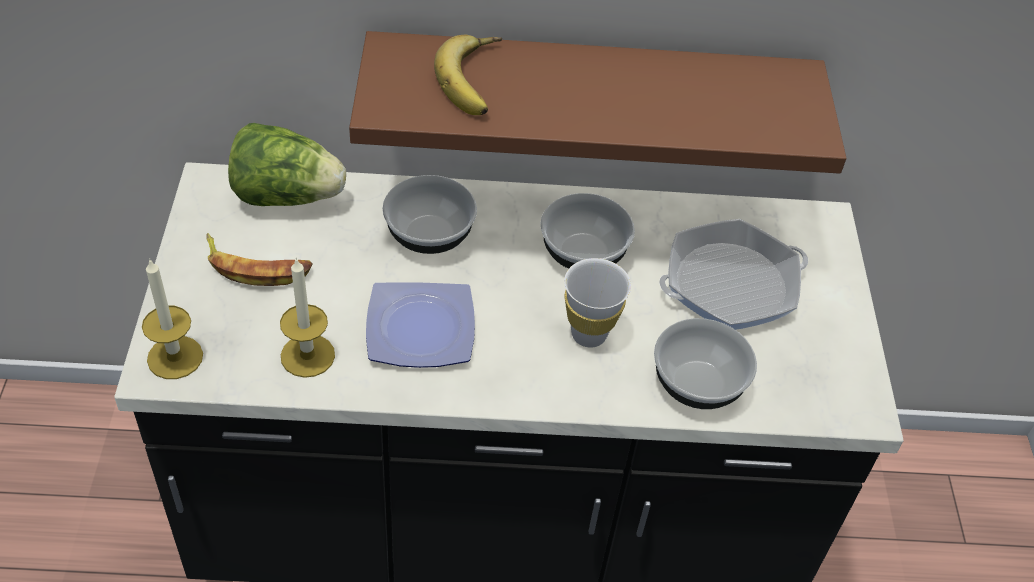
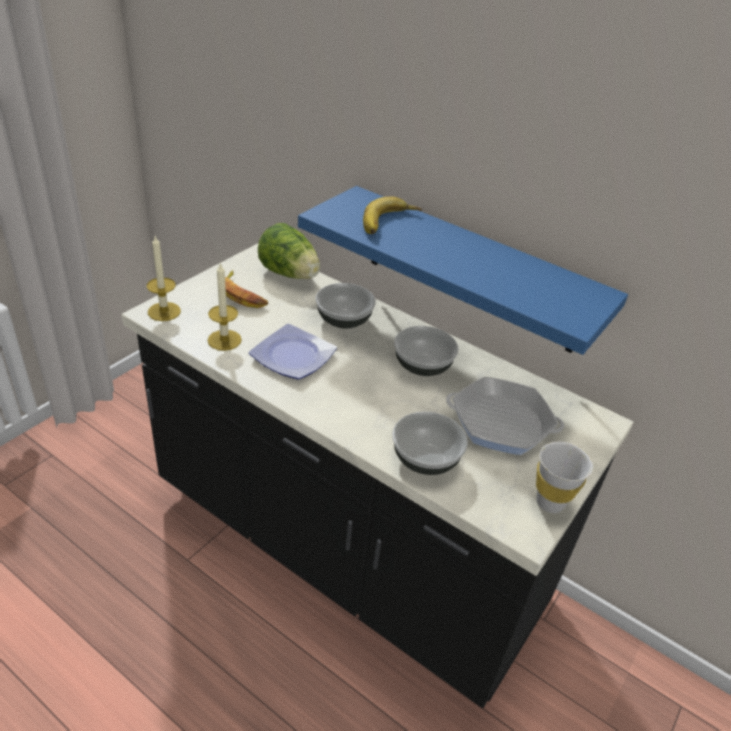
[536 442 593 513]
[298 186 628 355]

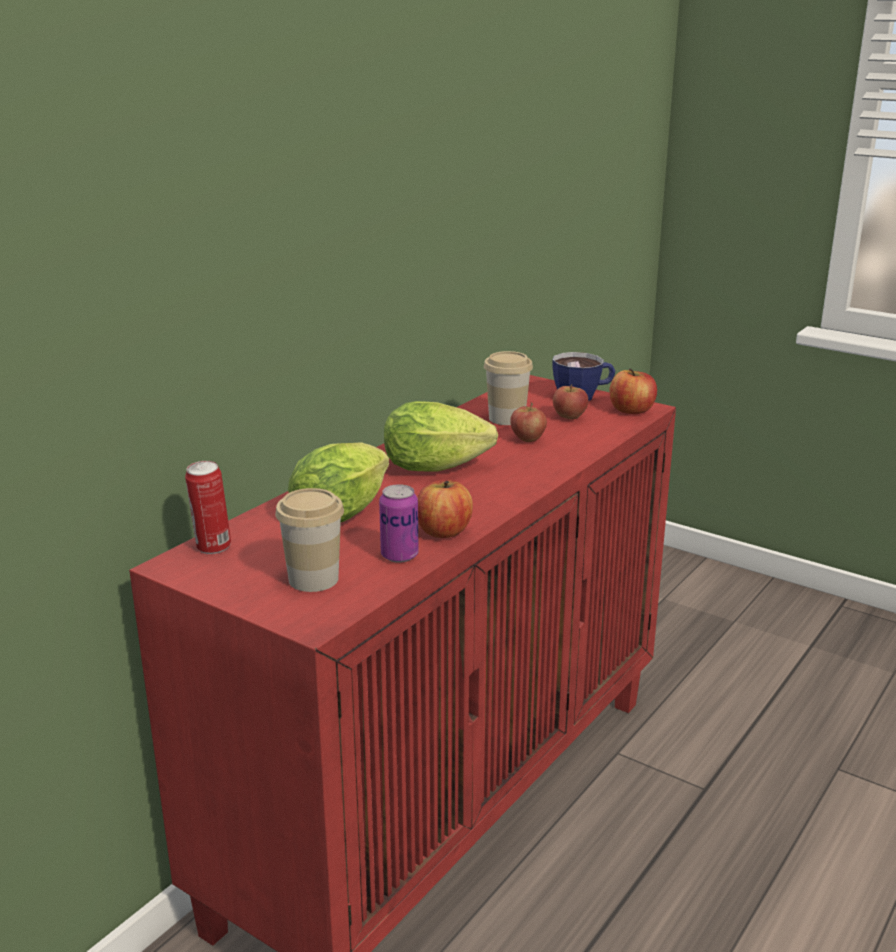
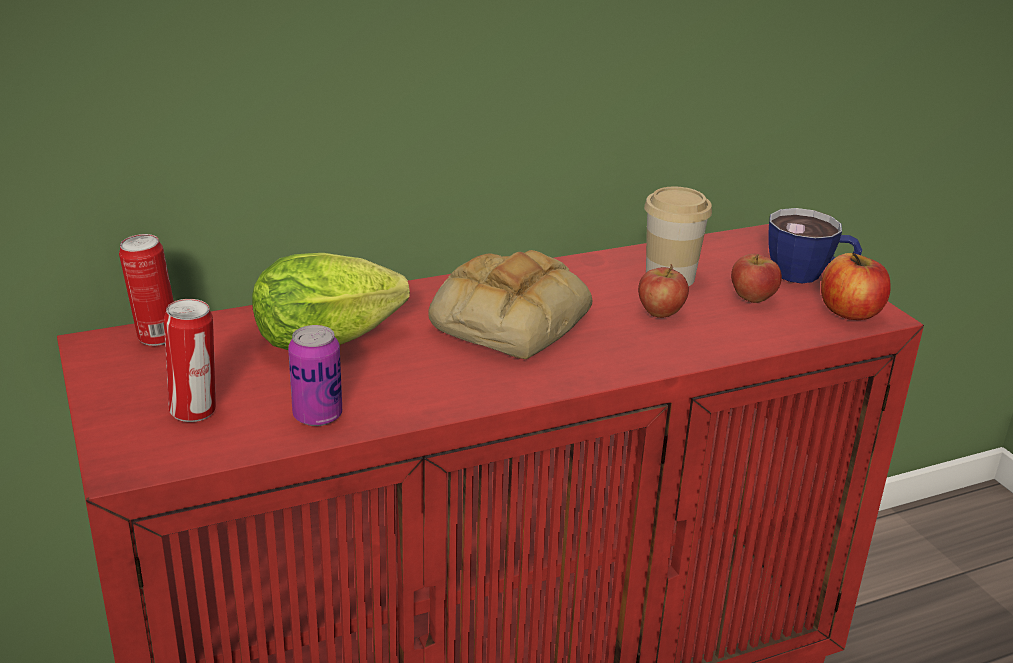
[417 479 473 538] (first image)
[164 299 216 422]
[428 250 593 359]

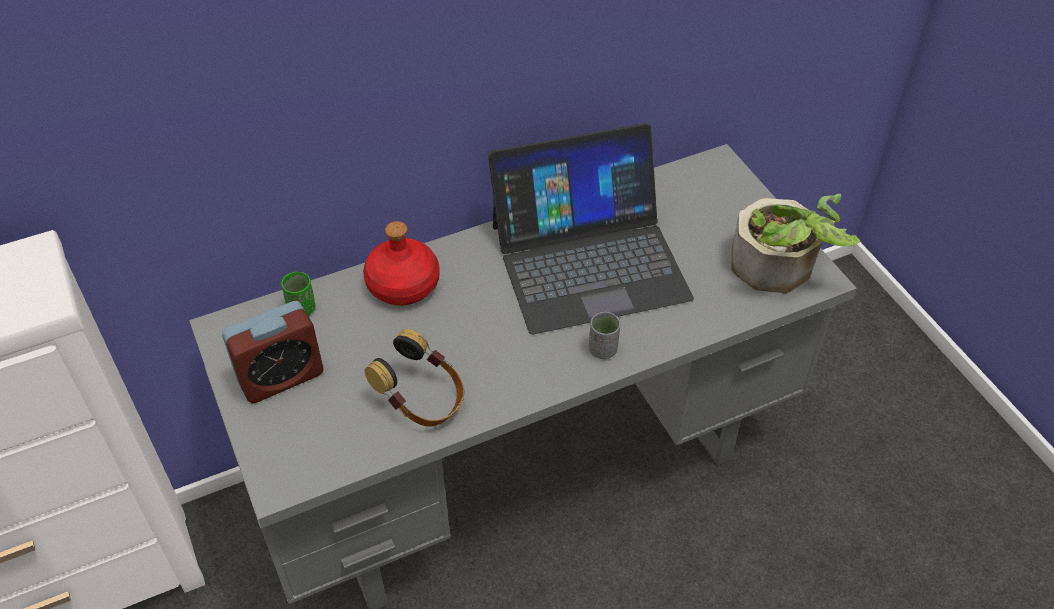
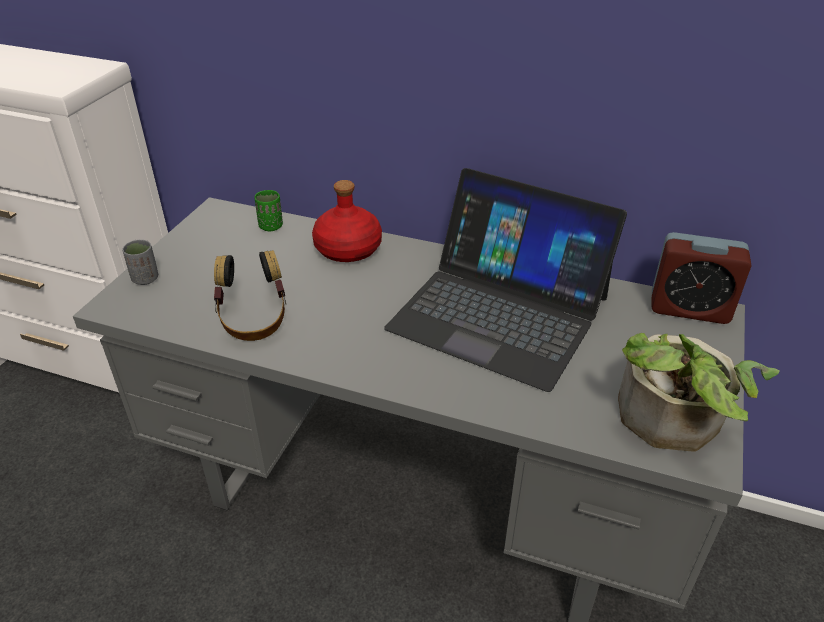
[651 232 752 324]
[122 240 158 285]

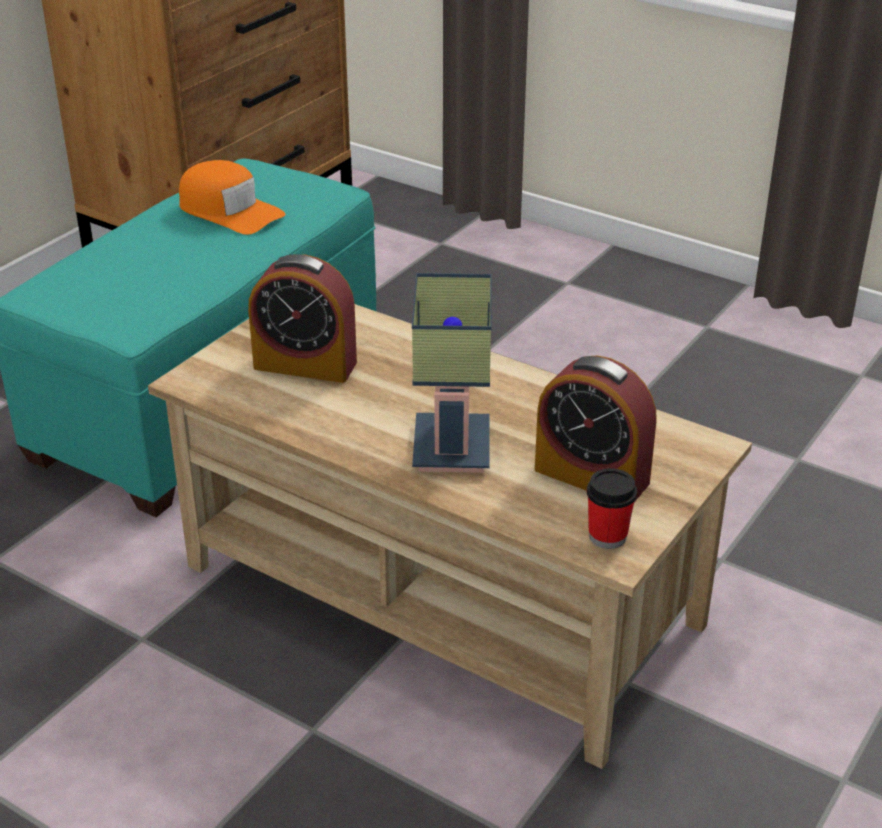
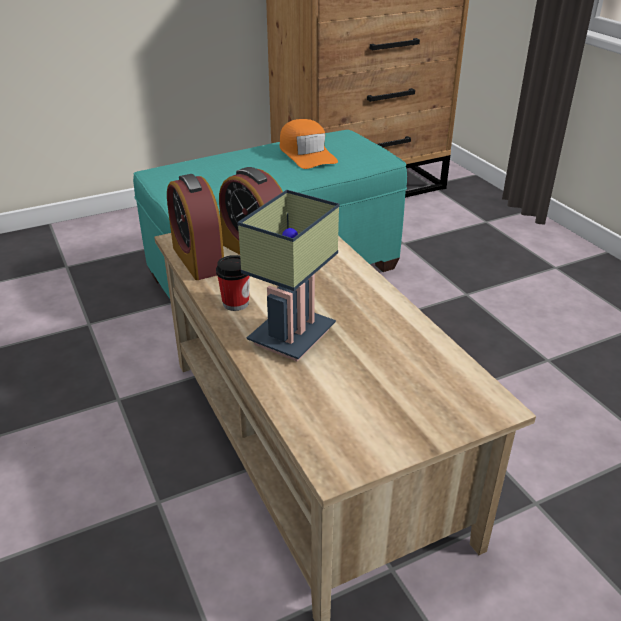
[167 174 224 280]
[216 255 250 311]

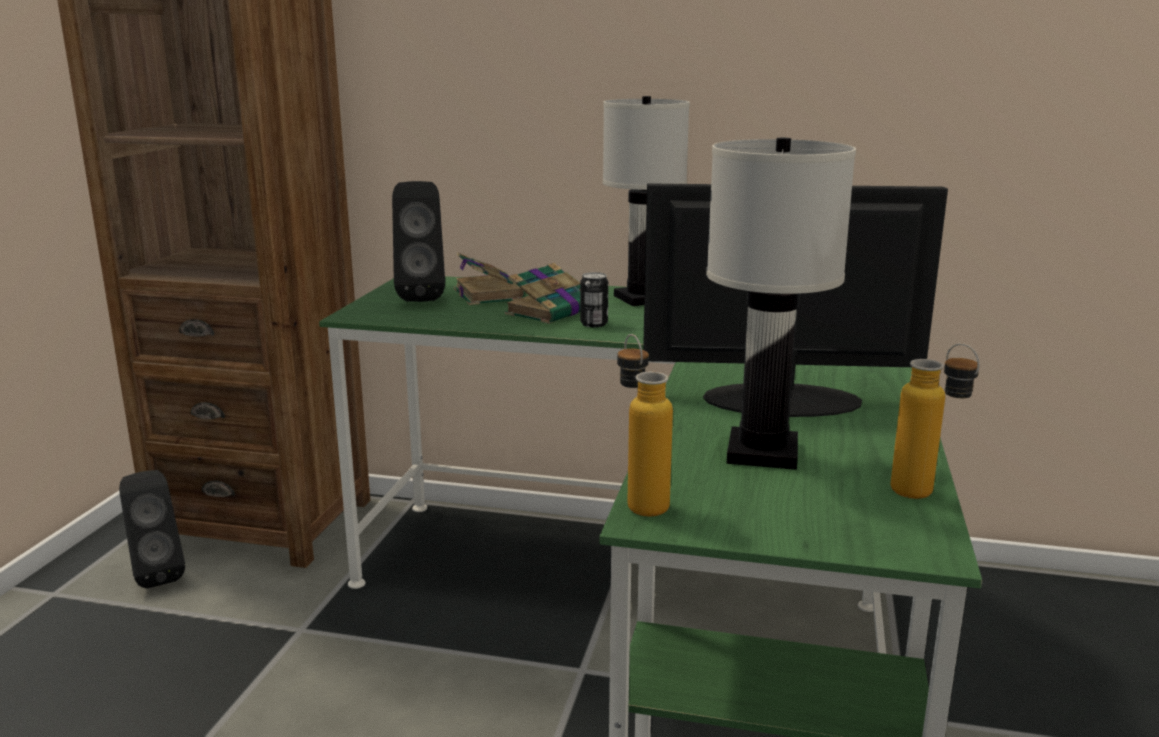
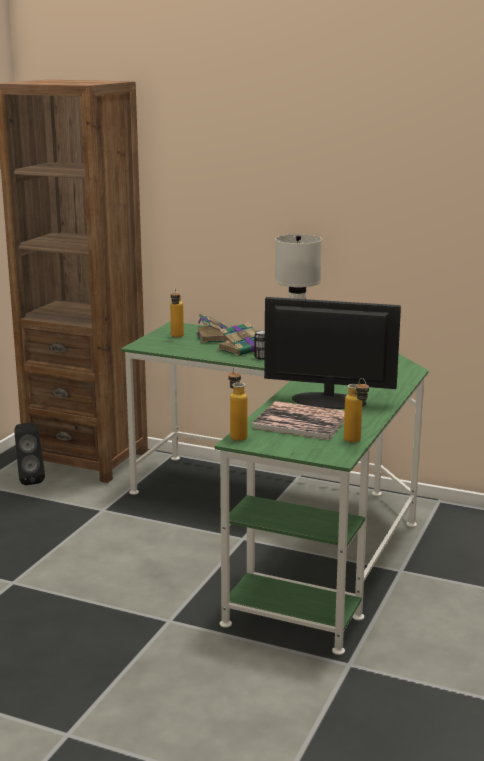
[170 288 184 337]
[252 401 345 440]

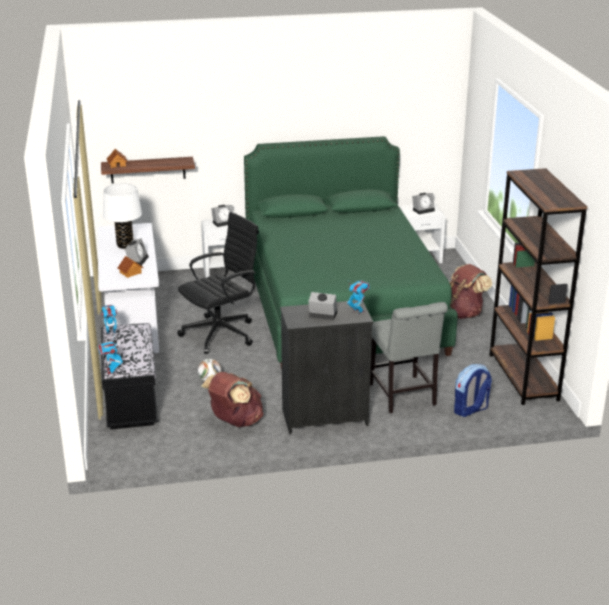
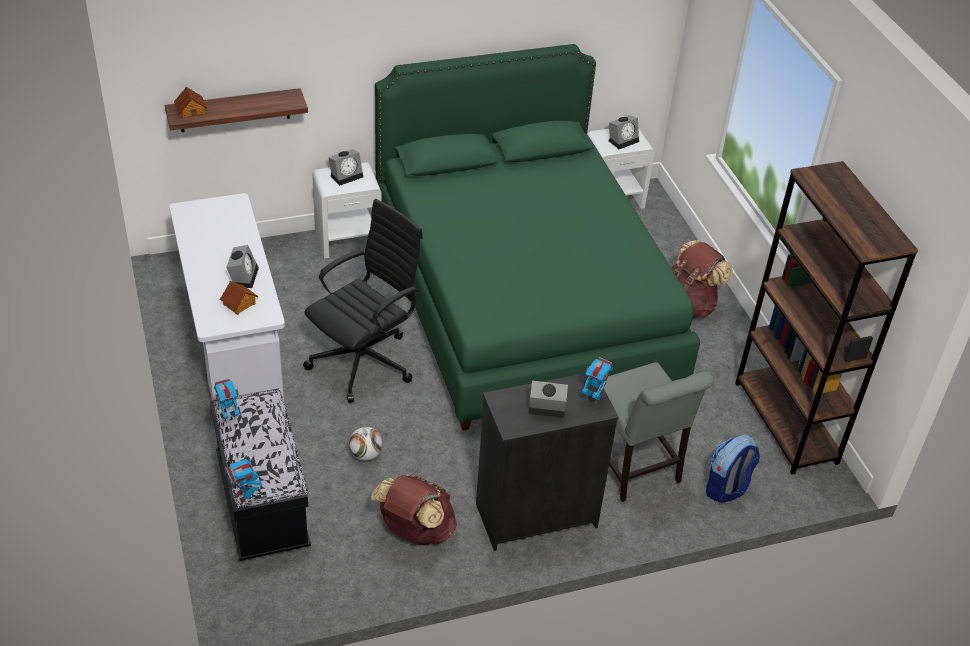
[103 183 142 249] (first image)

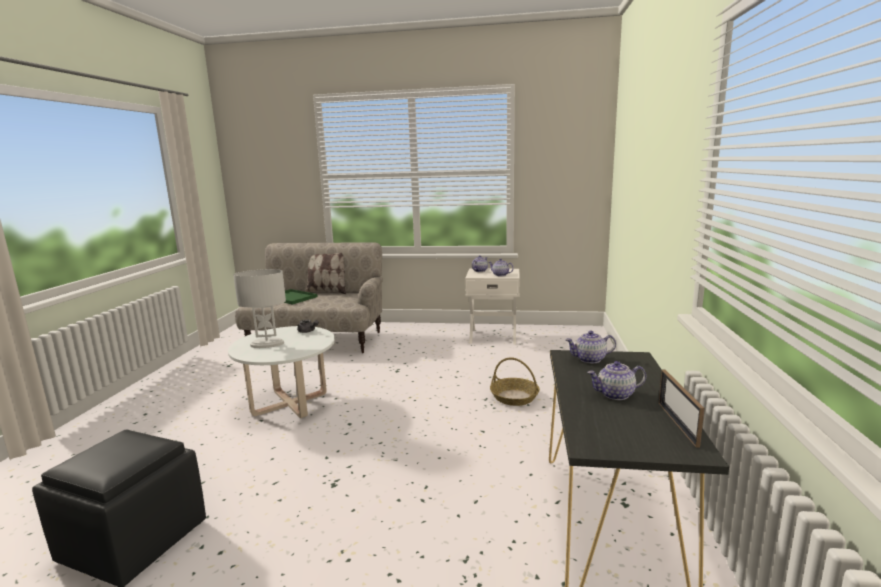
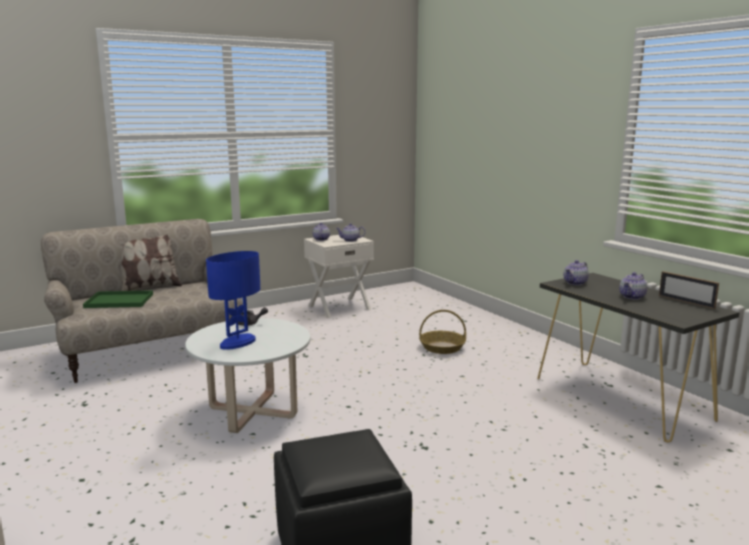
[206 251 260 350]

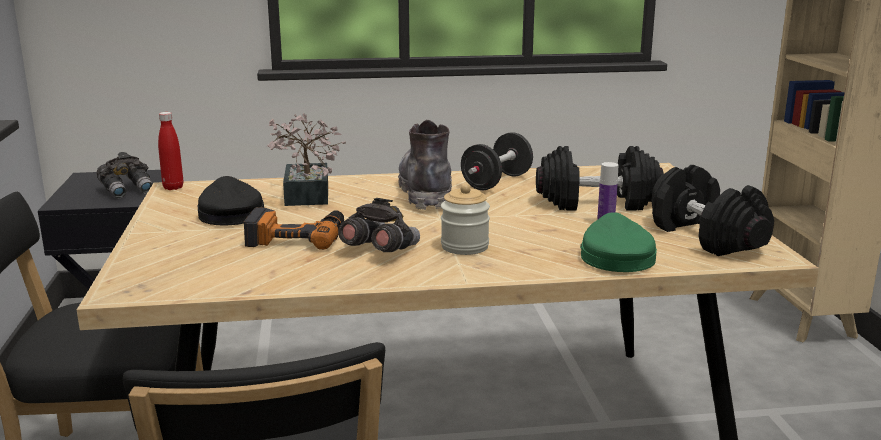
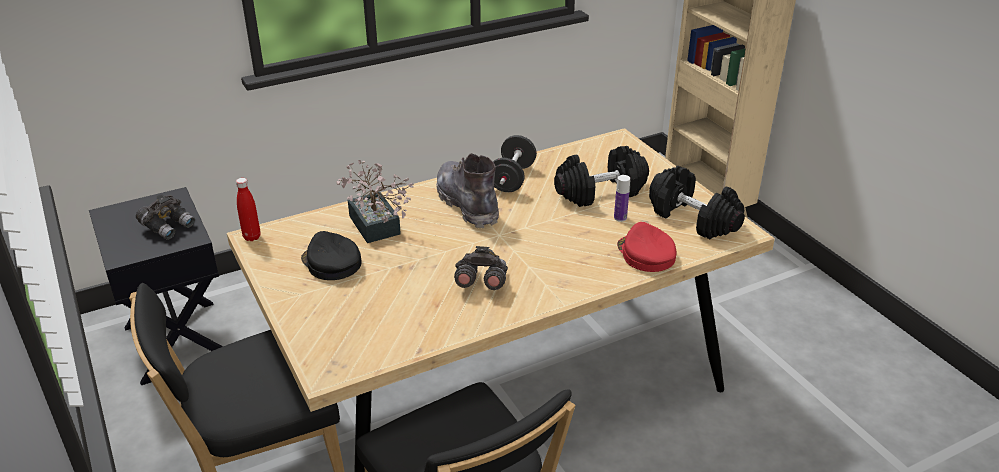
[244 207 344 250] (first image)
[441 184 490 255] (first image)
[617 222 677 272]

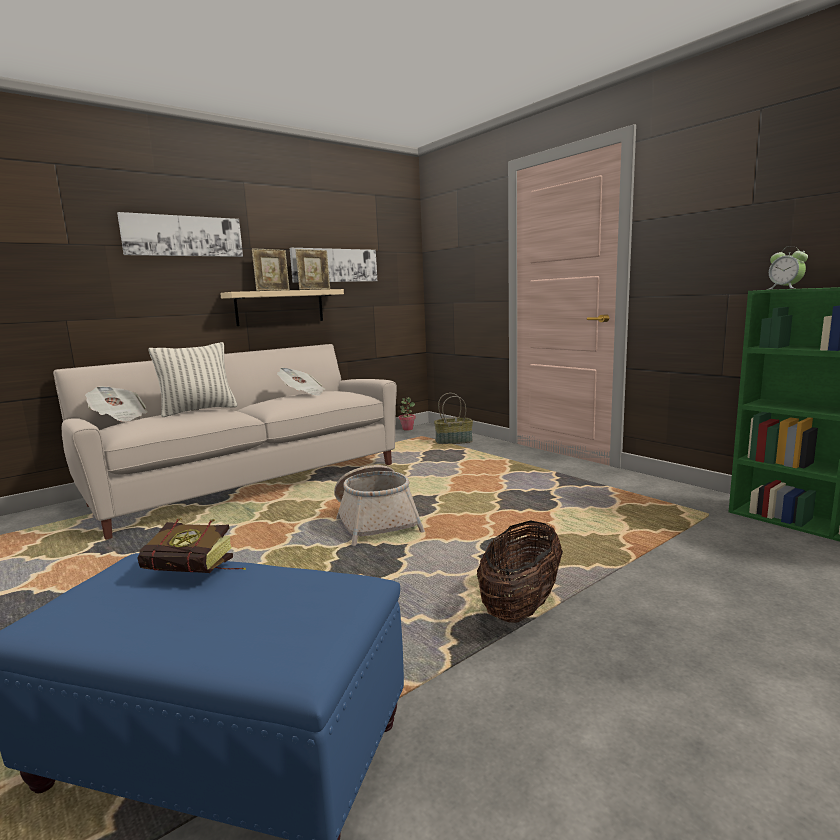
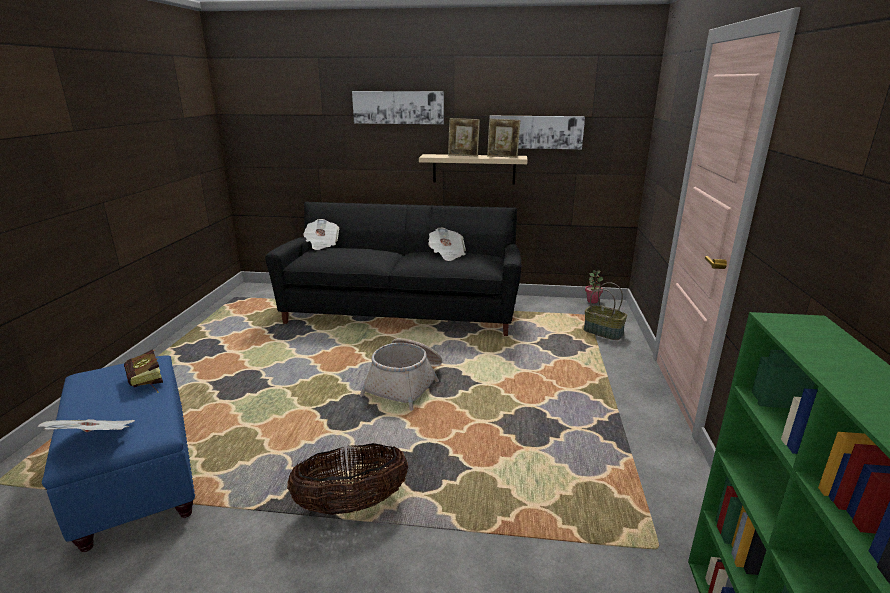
[148 342 237 417] (first image)
[769 246 808 289] (first image)
[38 419 135 432]
[265 202 521 336]

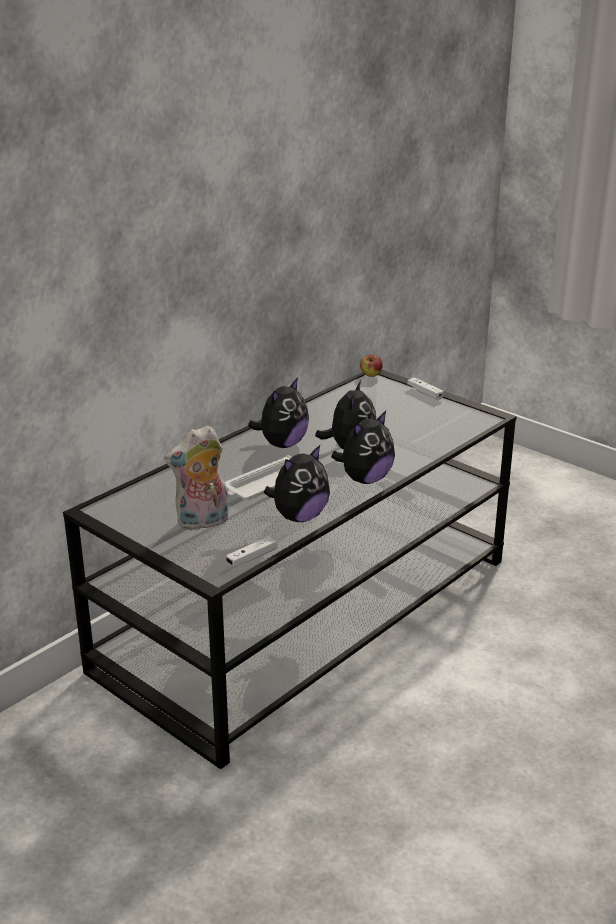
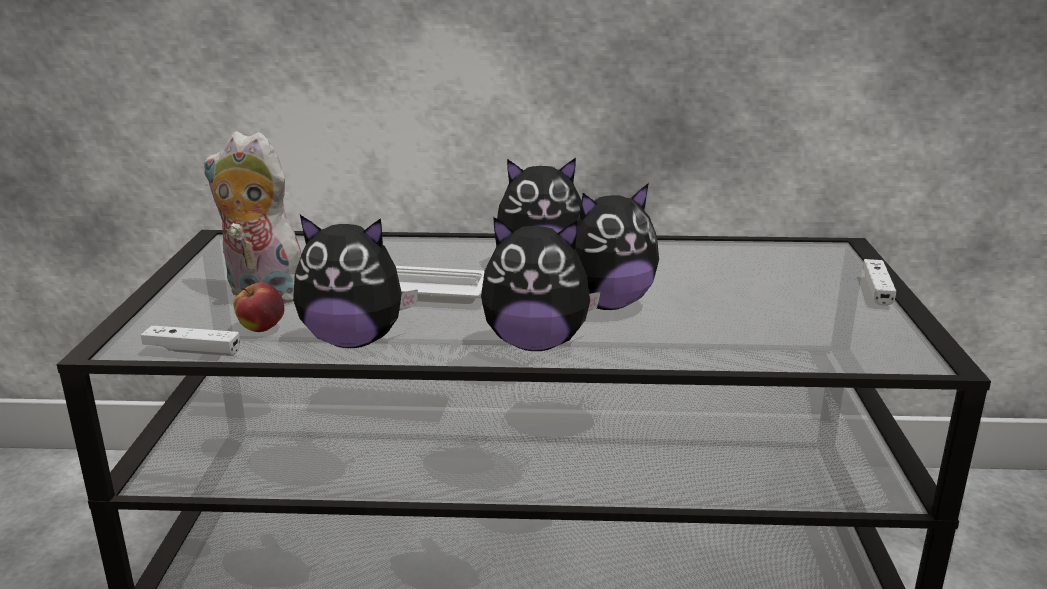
[233 282 284 332]

